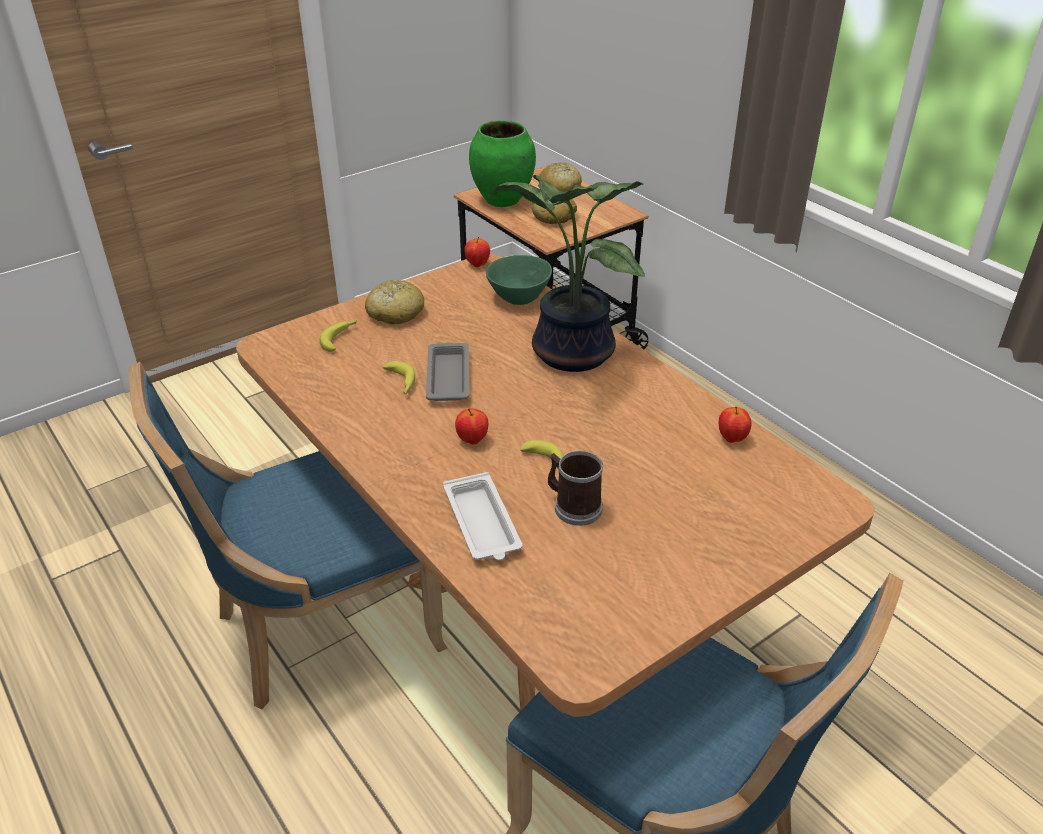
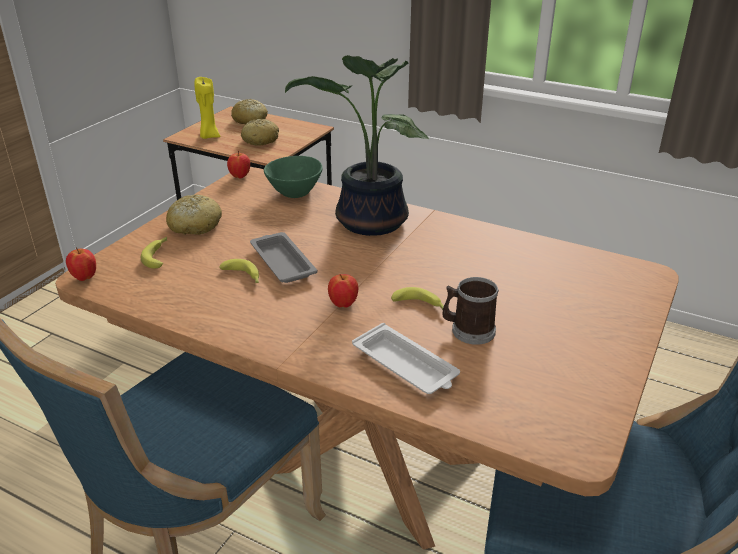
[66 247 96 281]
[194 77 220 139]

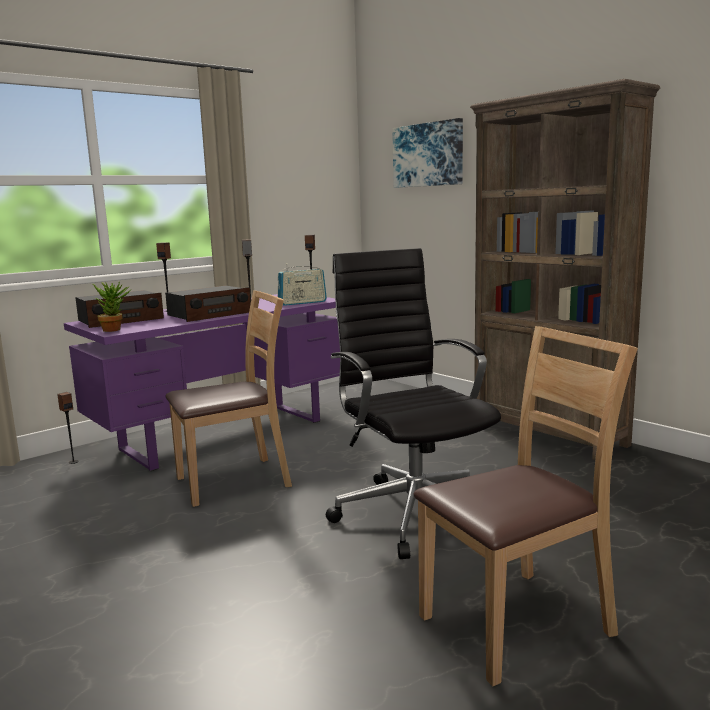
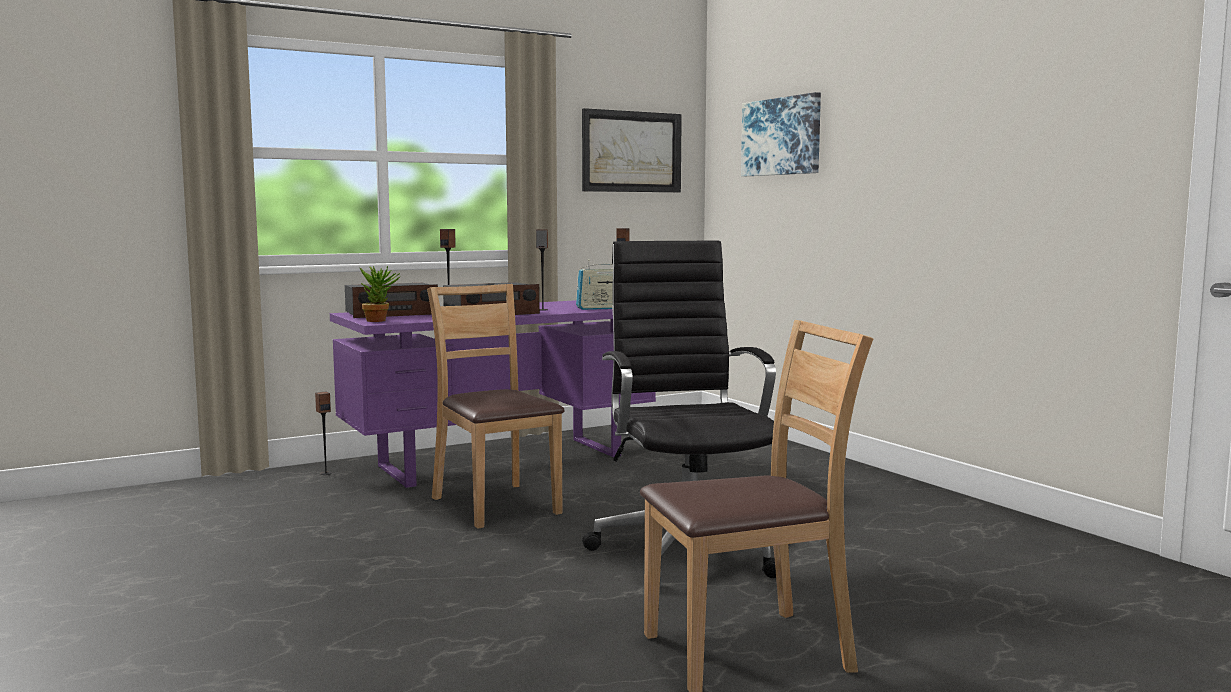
[470 79 660 460] (first image)
[582 108 682 192]
[427 284 565 529]

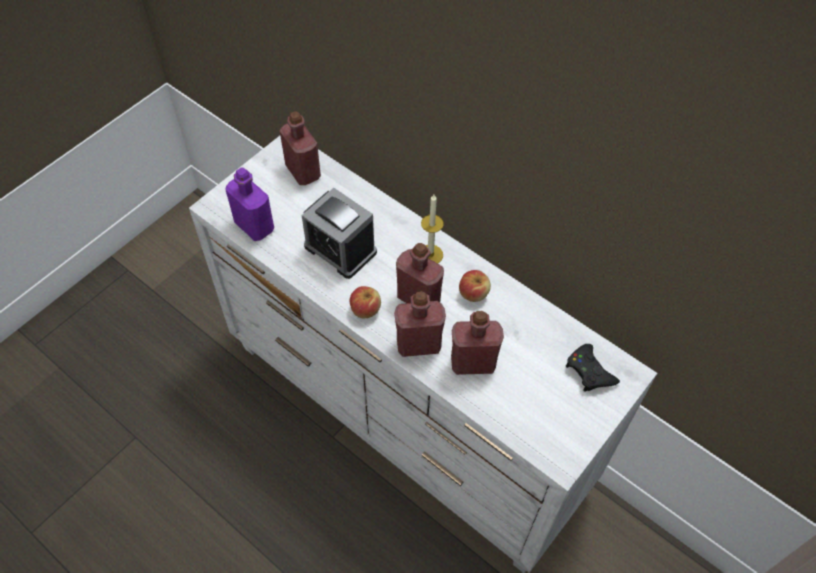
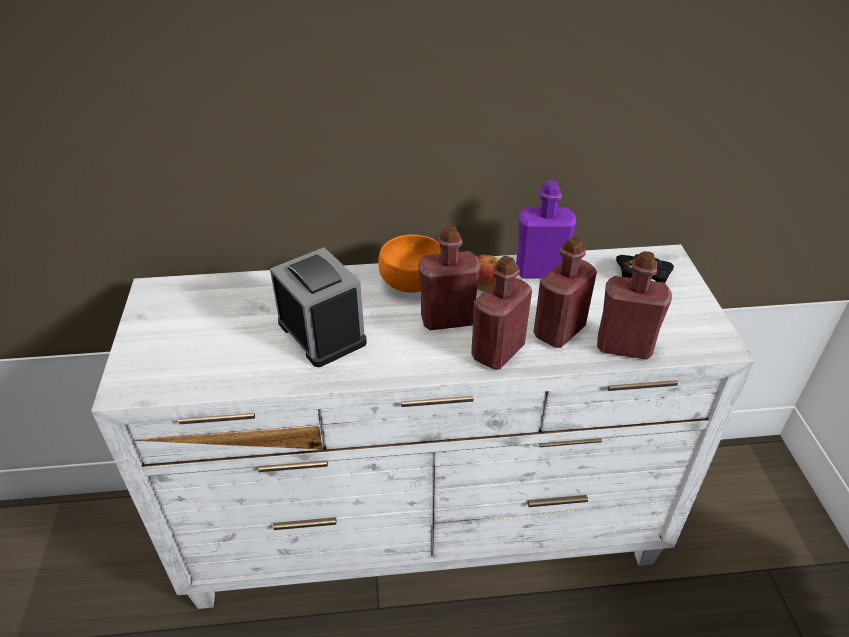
[350 286 381 318] (first image)
[516 180 577 279]
[597 251 672 360]
[378 234 441 293]
[270 247 367 367]

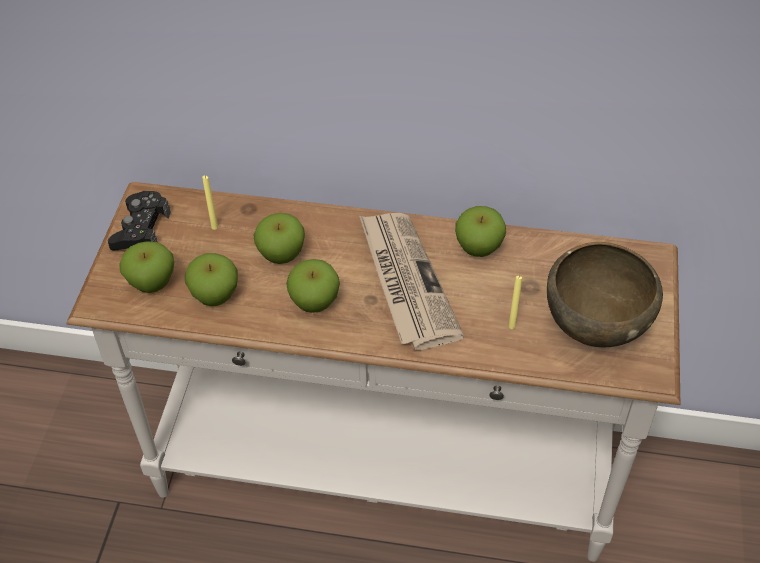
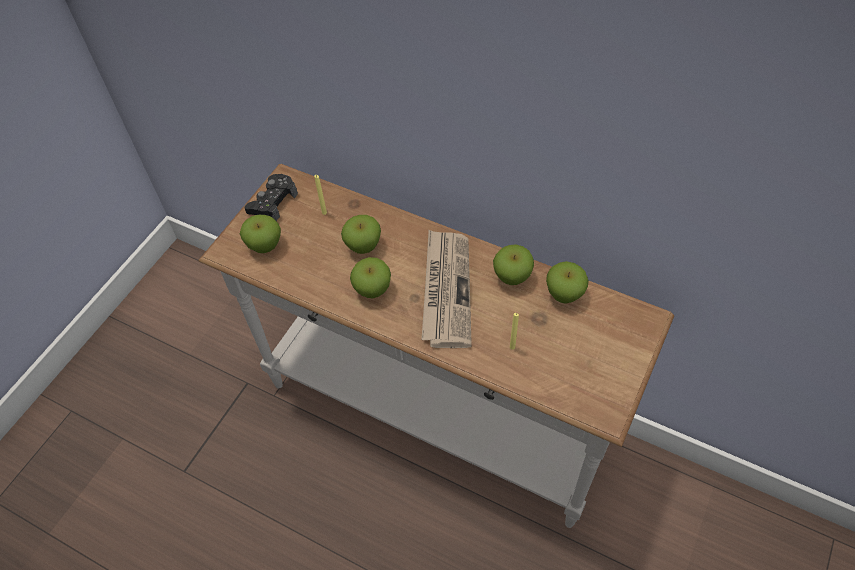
[547 242 663 347] (first image)
[546 261 589 304]

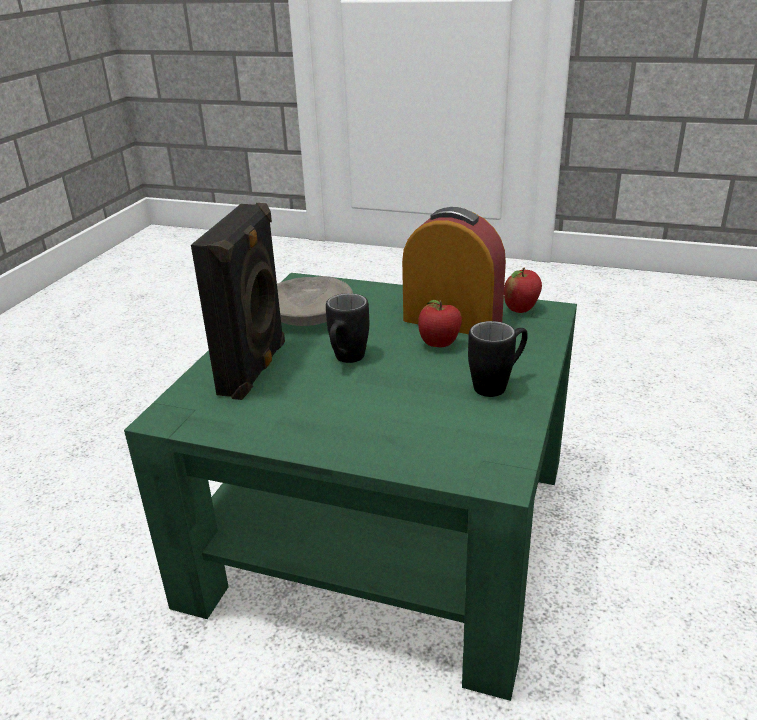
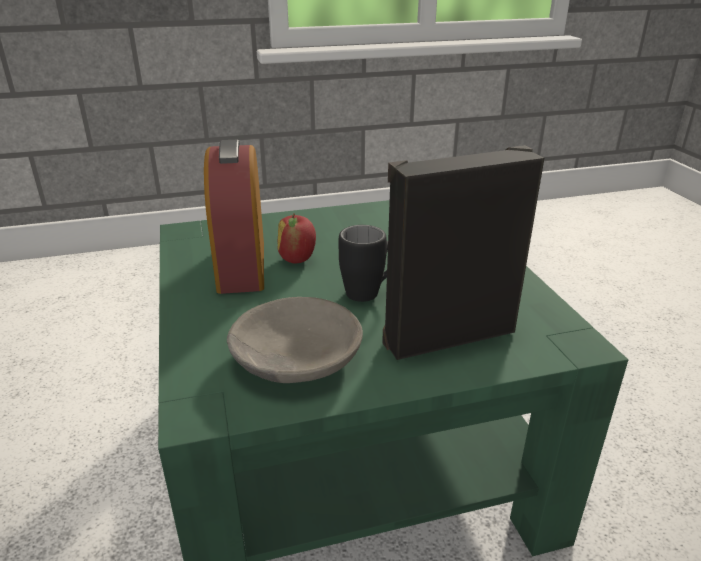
[468 321 528 397] (first image)
[504 268 542 313] (first image)

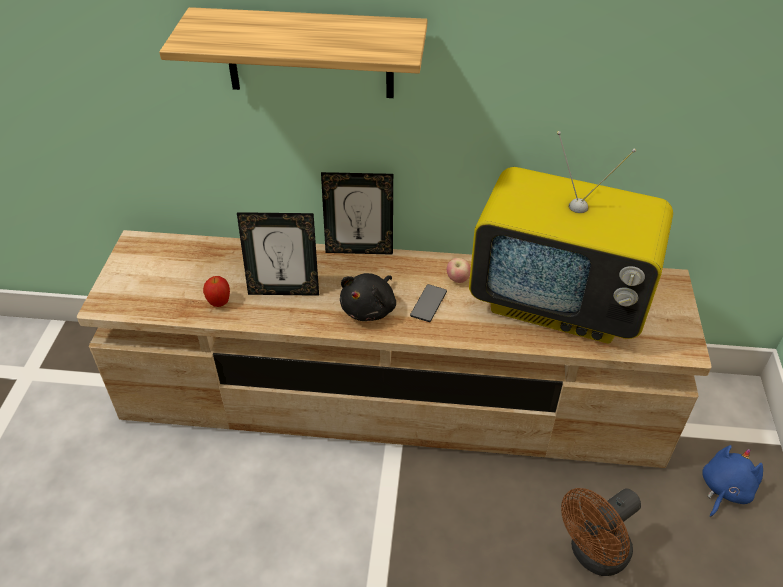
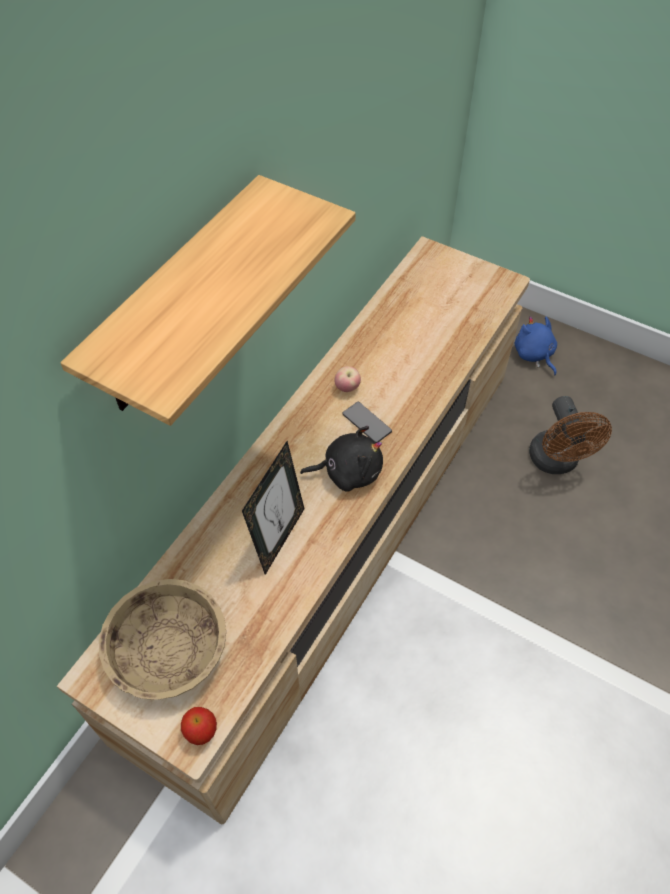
[321 172 393 255] (first image)
[469 131 673 343] (first image)
[99 579 226 700]
[181 707 217 745]
[300 426 383 492]

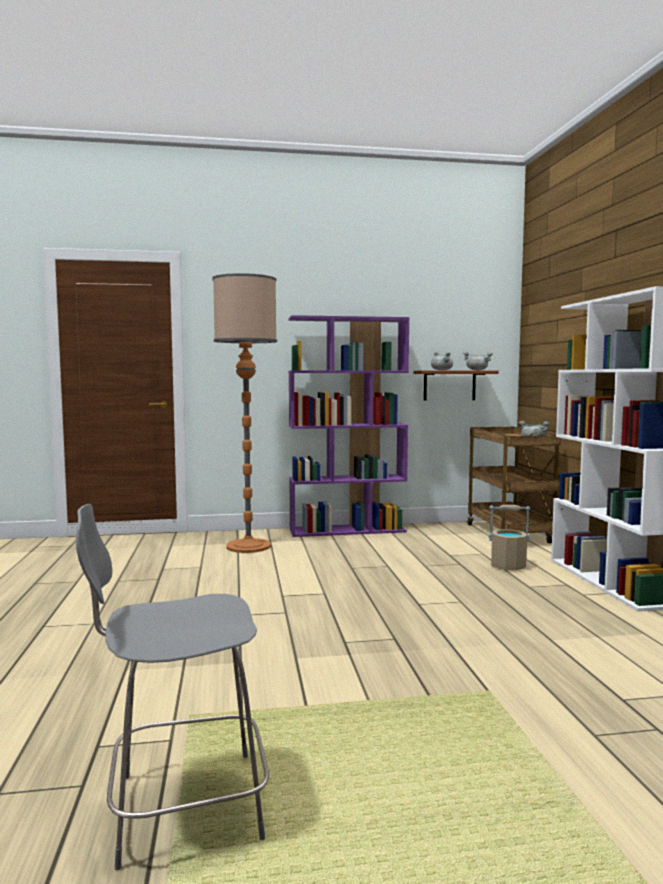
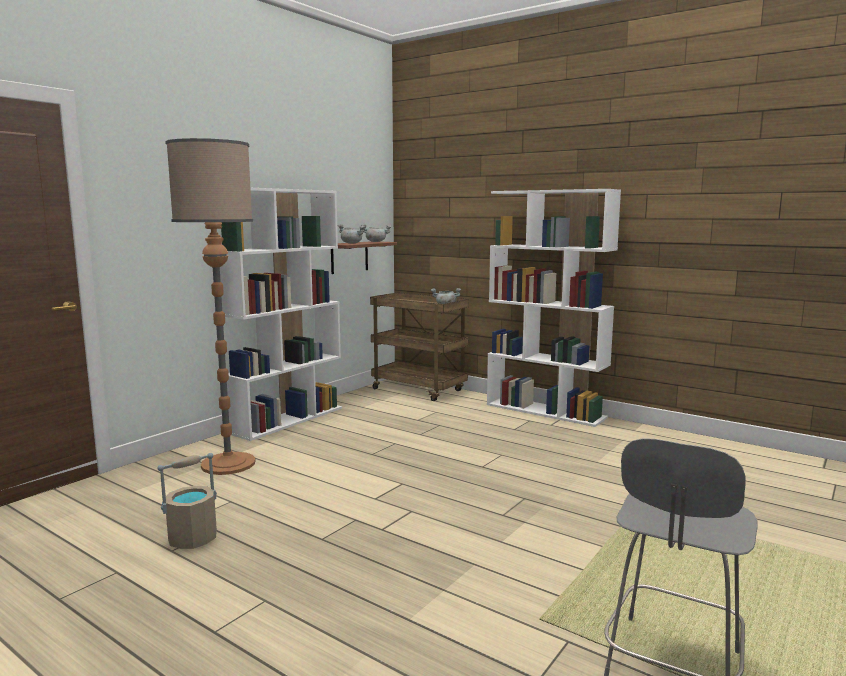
[157 453 217 549]
[220 188 342 441]

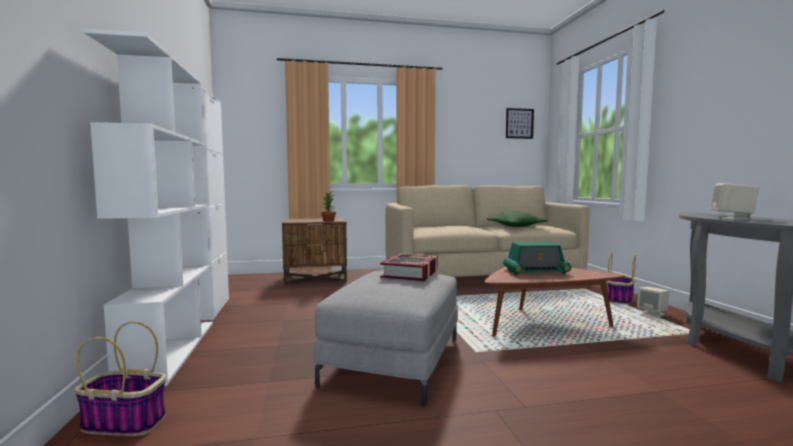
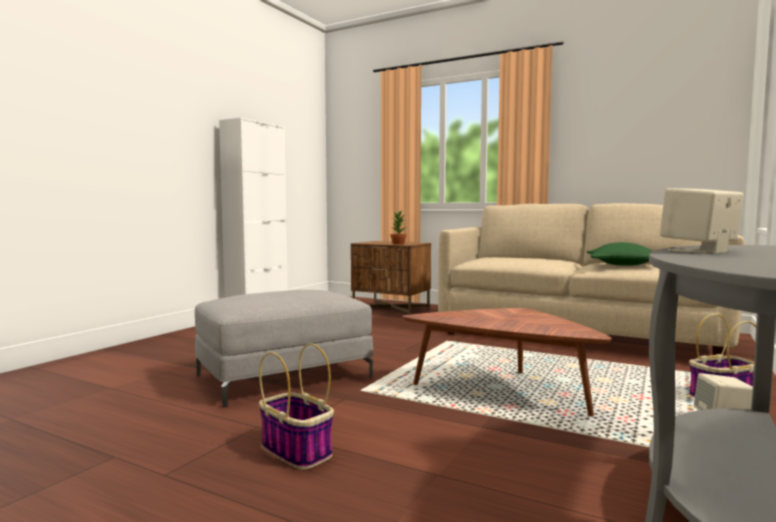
[83 29 213 386] (first image)
[380 253 438 281] (first image)
[503 242 572 275] (first image)
[506 108 534 139] (first image)
[259 343 334 470]

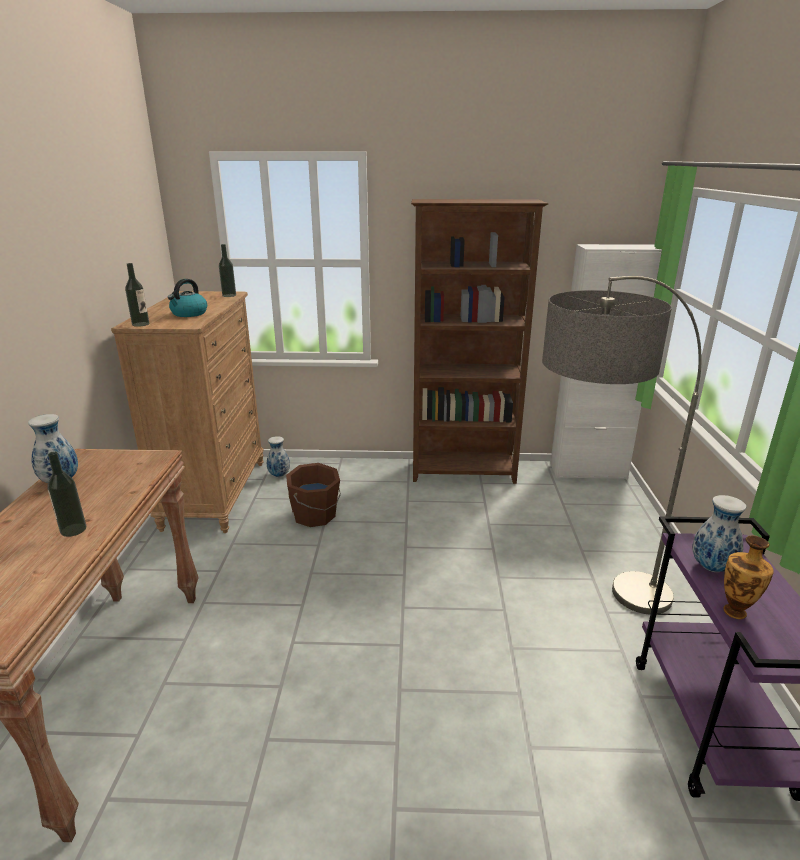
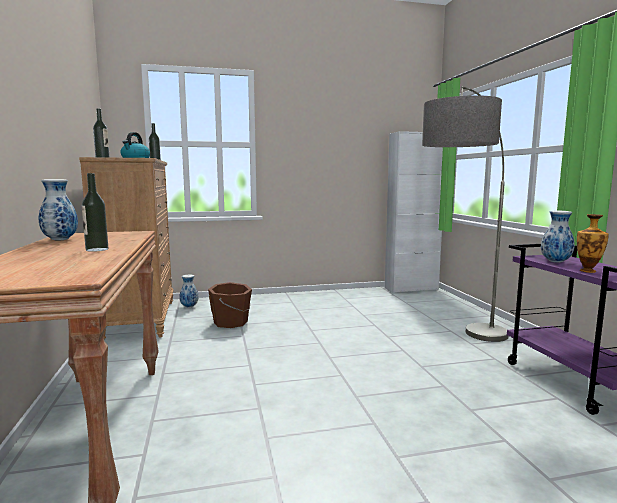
[411 199 548 484] (first image)

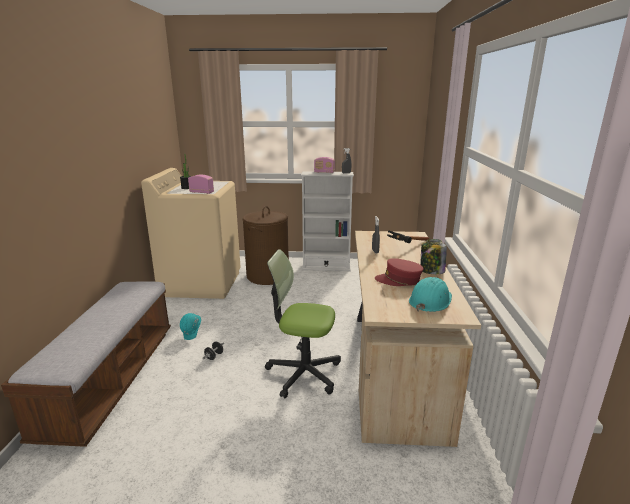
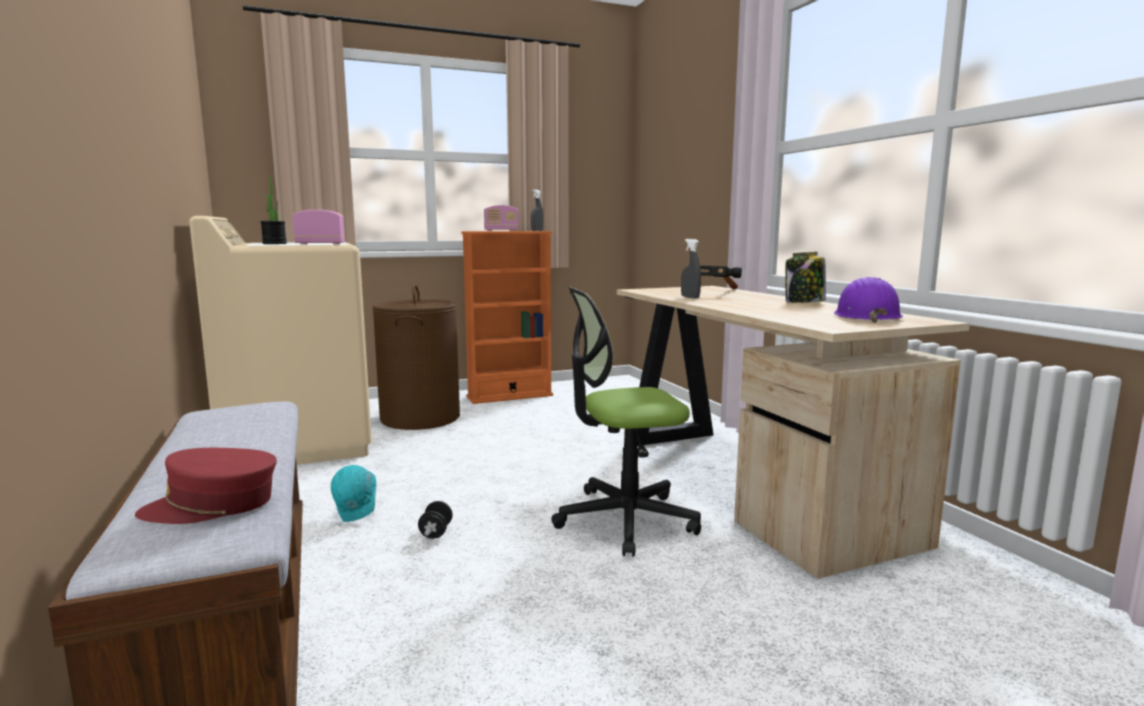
[135 448 277 524]
[461 231 553 404]
[834 277 903 323]

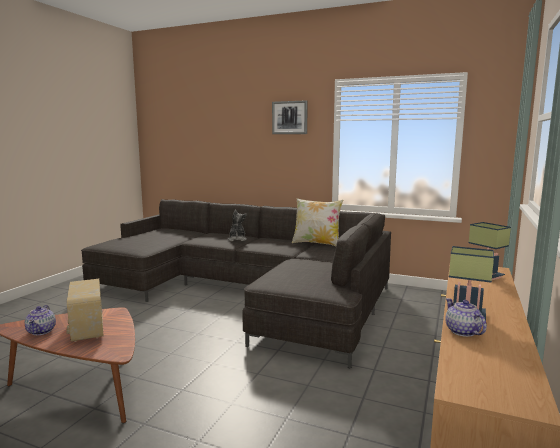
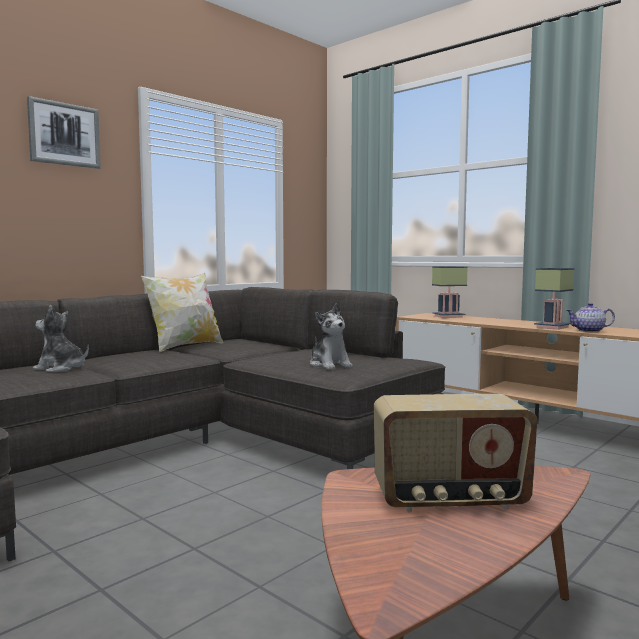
[25 305 56 335] (first image)
[310 303 353 370]

